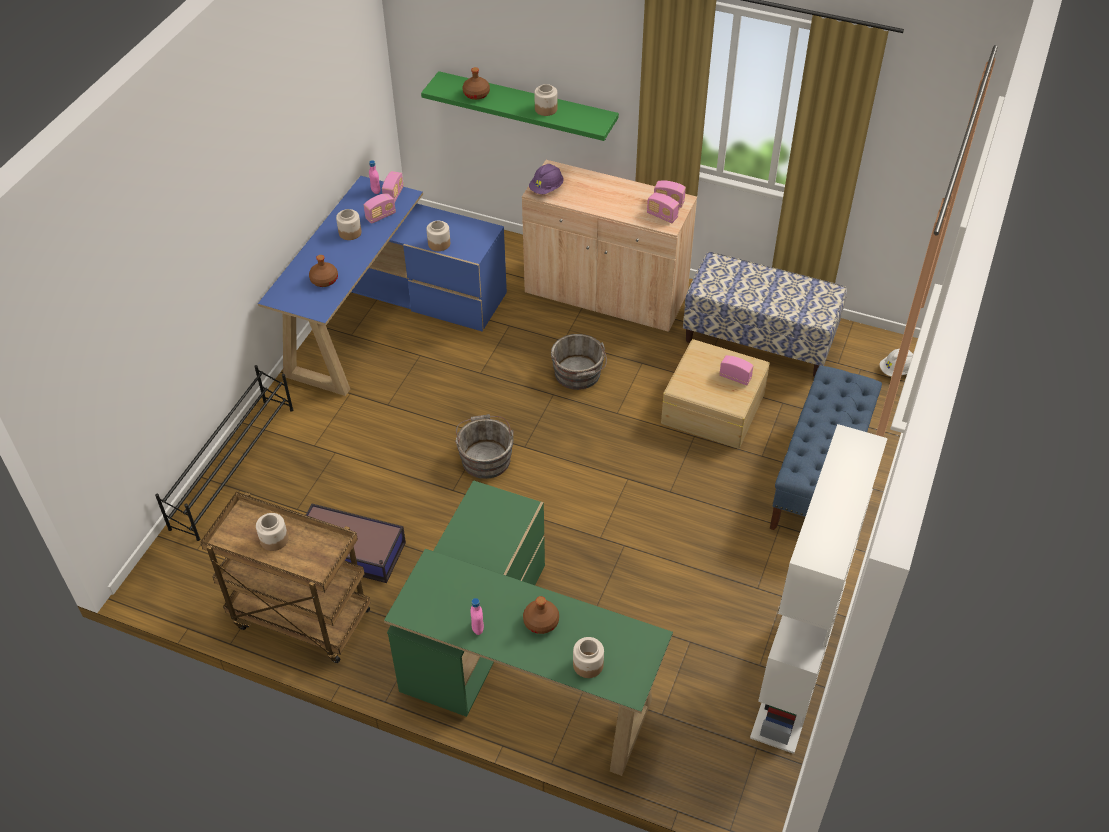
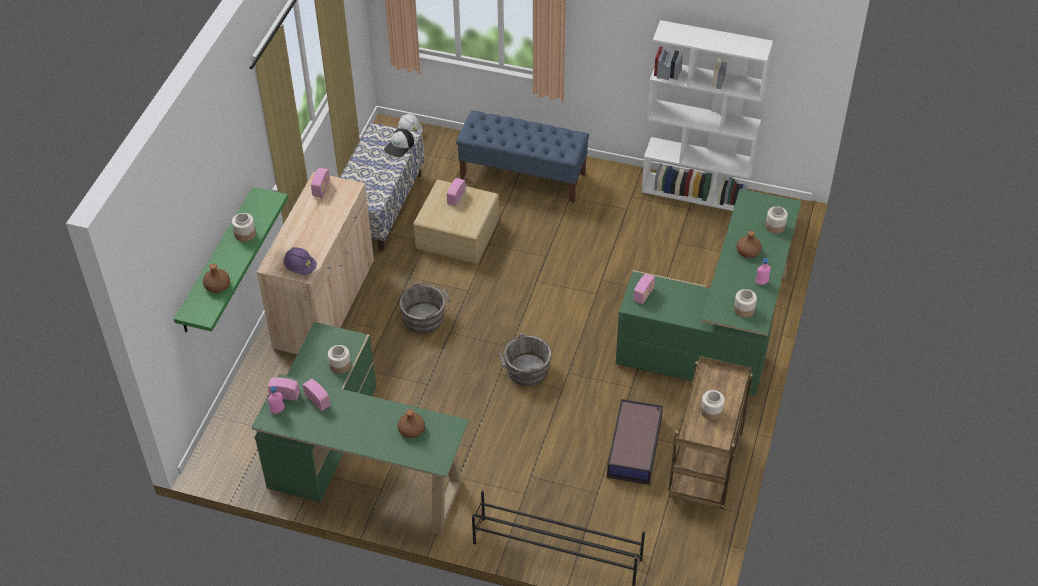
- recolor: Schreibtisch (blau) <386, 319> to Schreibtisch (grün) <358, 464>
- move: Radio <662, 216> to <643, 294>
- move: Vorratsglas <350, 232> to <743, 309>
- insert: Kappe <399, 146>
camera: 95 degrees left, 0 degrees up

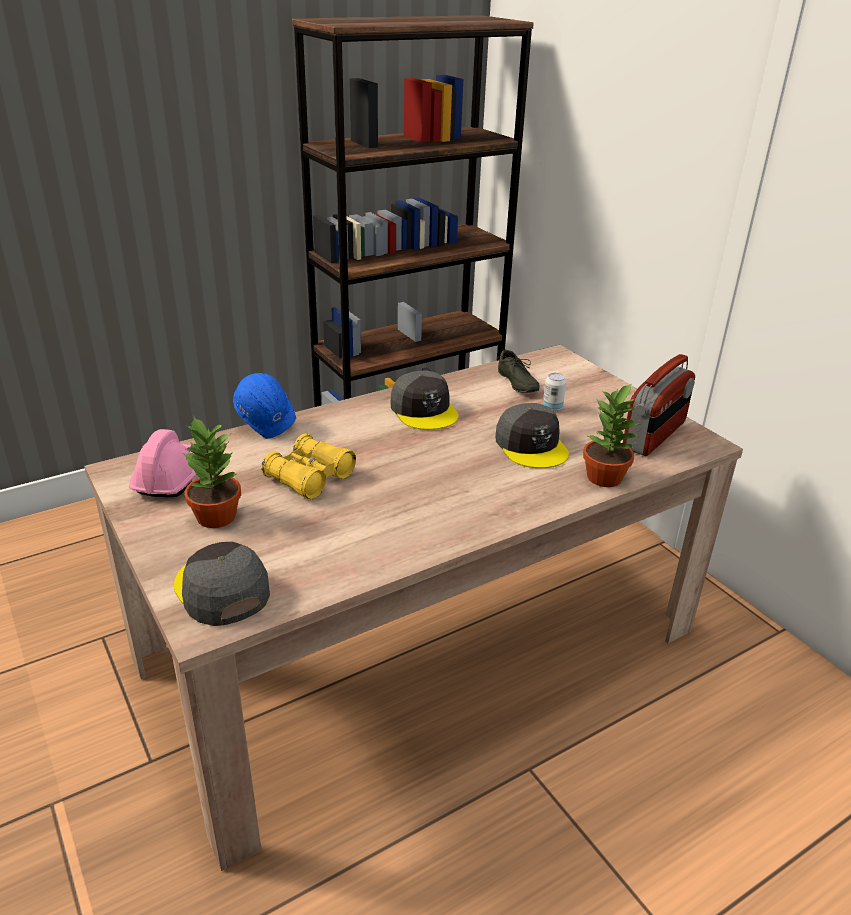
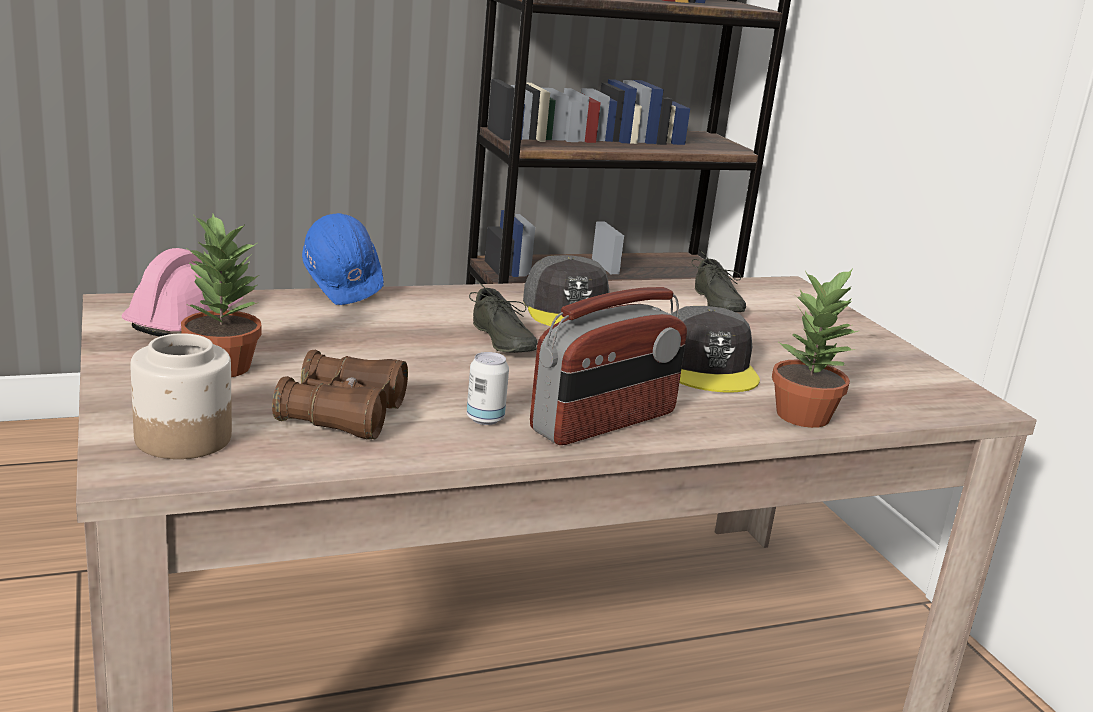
- move: Radio <655, 436> to <604, 422>
- move: Dose <552, 408> to <485, 419>
- delete: Fernglas (gelb) <310, 477>
- replace: Kappe (grau) <221, 589> to Vorratsglas <182, 439>
- insert: Schuh (grau) <499, 340>
- insert: Fernglas (braun) <343, 414>
camera: 10 degrees right, 10 degrees down

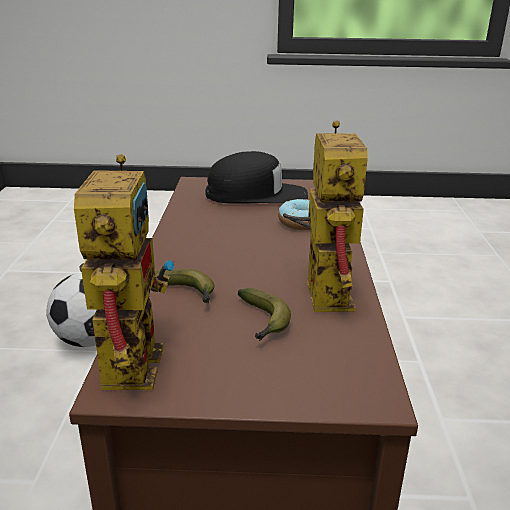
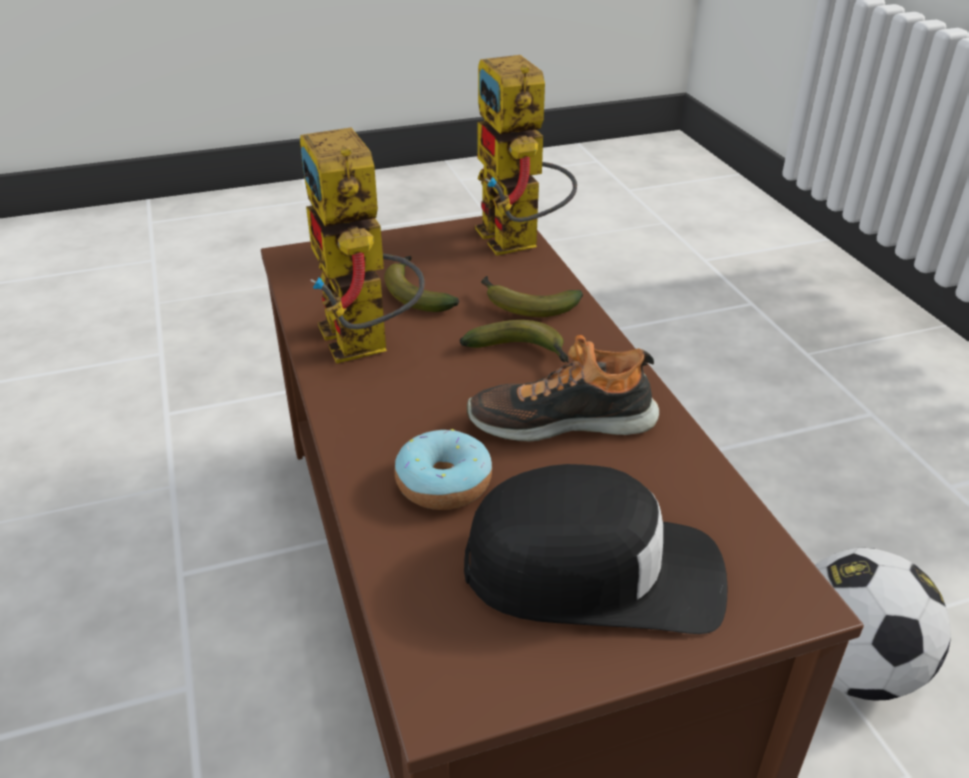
- rotate: Kappe (schwarz) <256, 195> = <594, 571> 150 degrees counterclockwise
- insert: Banane <521, 353>
- insert: Schuh <562, 420>
camera: 160 degrees right, 10 degrees up

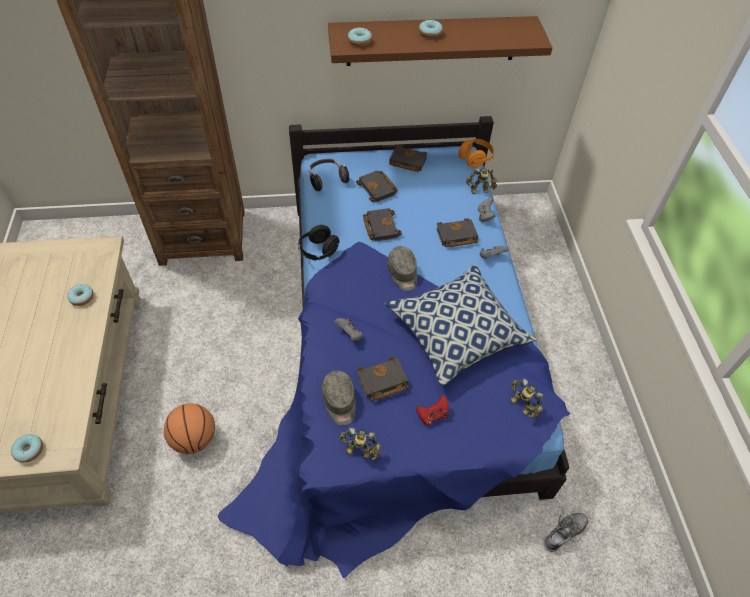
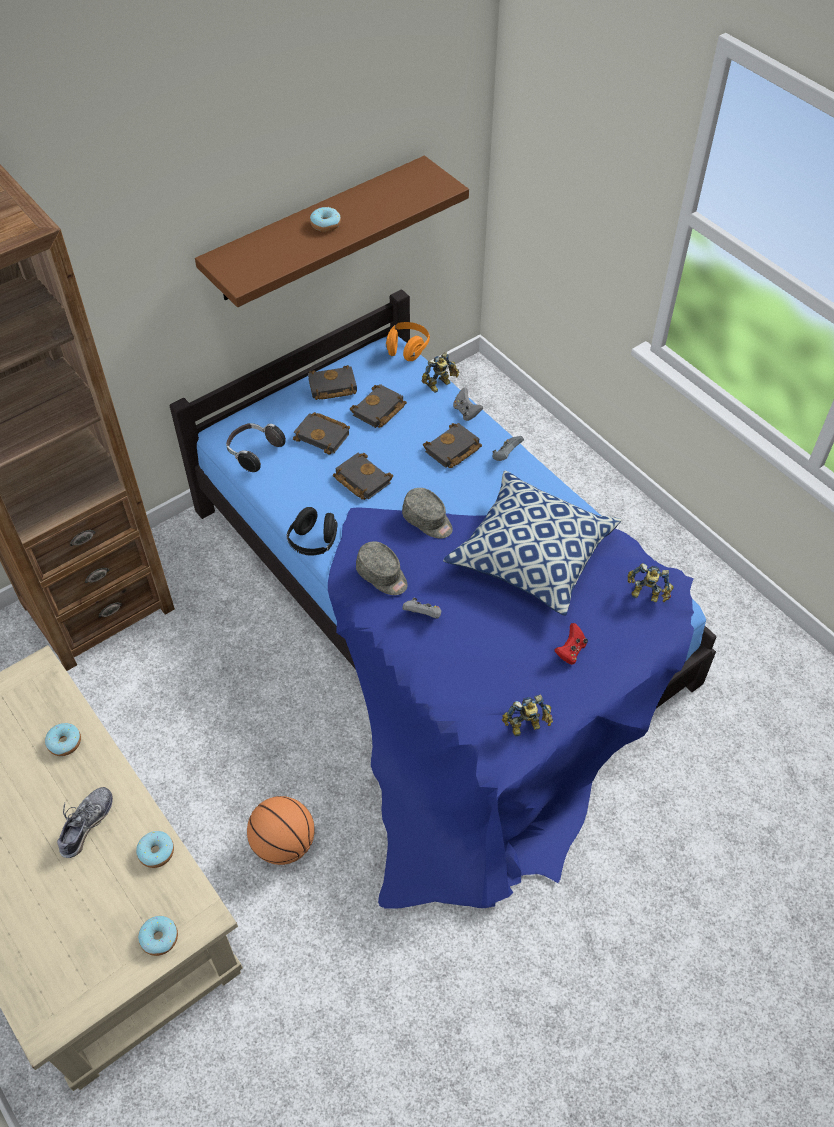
- move: Donut <359, 41> to <156, 852>
- move: Buch (schwarz) <382, 382> to <379, 411>
- move: Kappe (grau) <339, 402> to <382, 576>
- move: Schuh <564, 533> to <86, 825>
camera: 30 degrees left, 0 degrees up

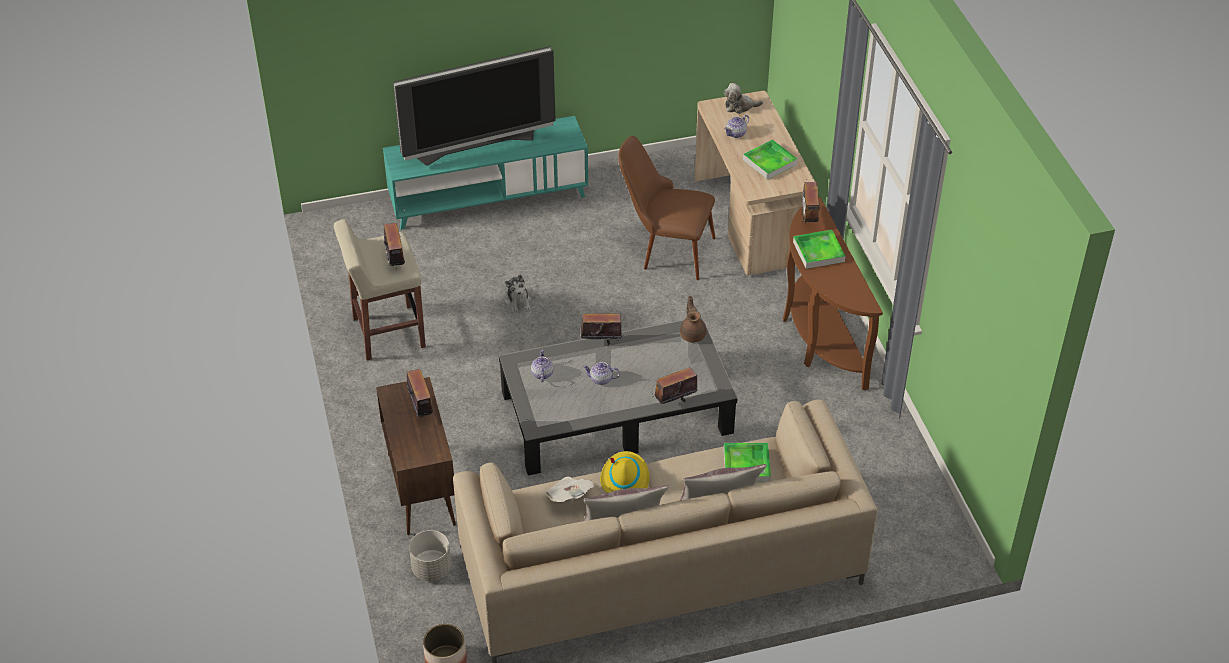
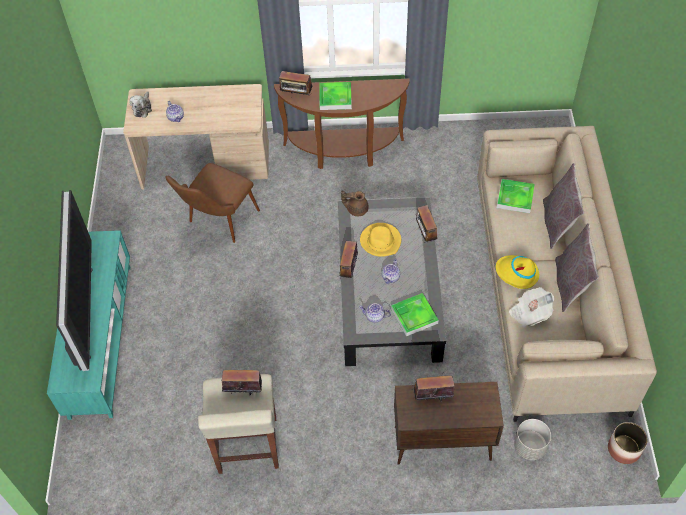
- move: Tablett <769, 162> to <414, 316>
- delete: Plüschtier <518, 302>
- insert: Hut (gelb) <381, 241>
camera: 75 degrees left, 10 degrees up

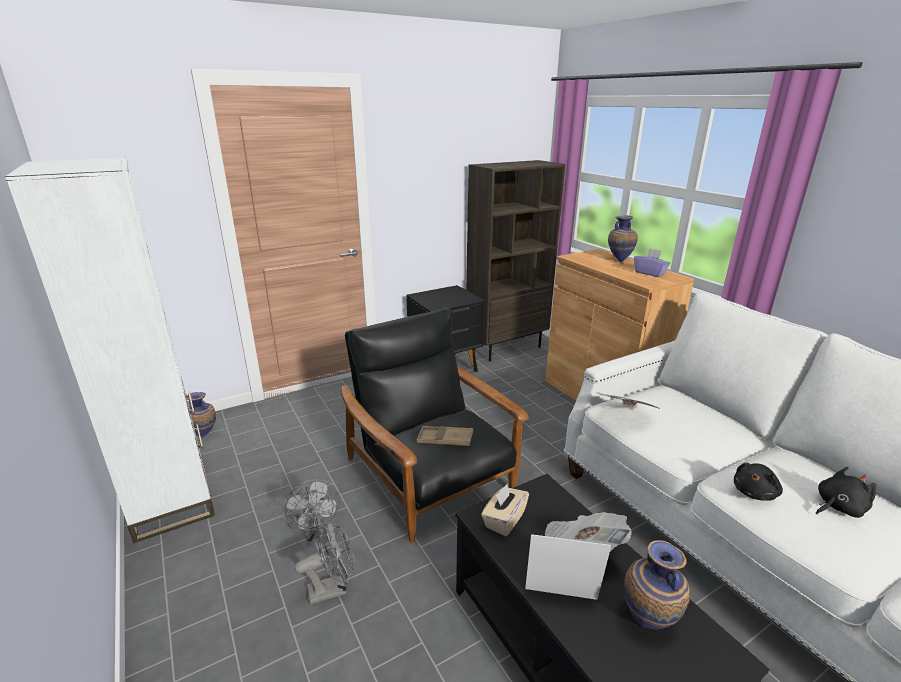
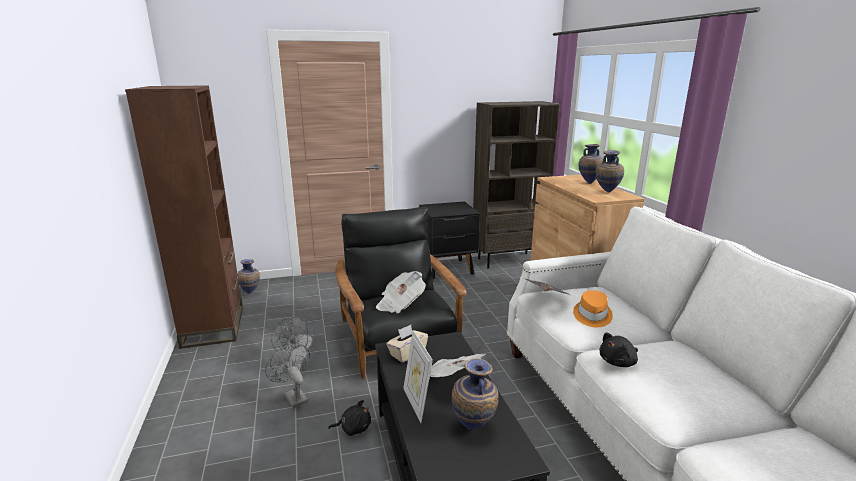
- recolor: Bücherregal (weiß) <172, 496> to Bücherregal (braun) <214, 326>
- replace: Taschentuchbox (lila) <649, 273> to Vase <606, 192>
- replace: Tablett (braun) <445, 439> to Zeitung <400, 304>
- move: Plüschtier (schwarz) <838, 507> to <353, 428>
- rotate: Ventilator (grau) <333, 588> = <293, 396> 120 degrees counterclockwise
- rotate: Bilderrahmen <561, 600> = <417, 403> 135 degrees counterclockwise
- insert: Hut (orange) <592, 316>
camera: 15 degrees right, 5 degrees down

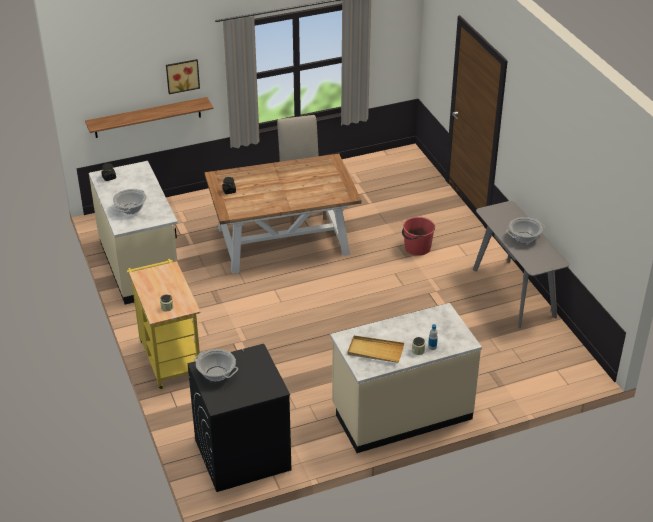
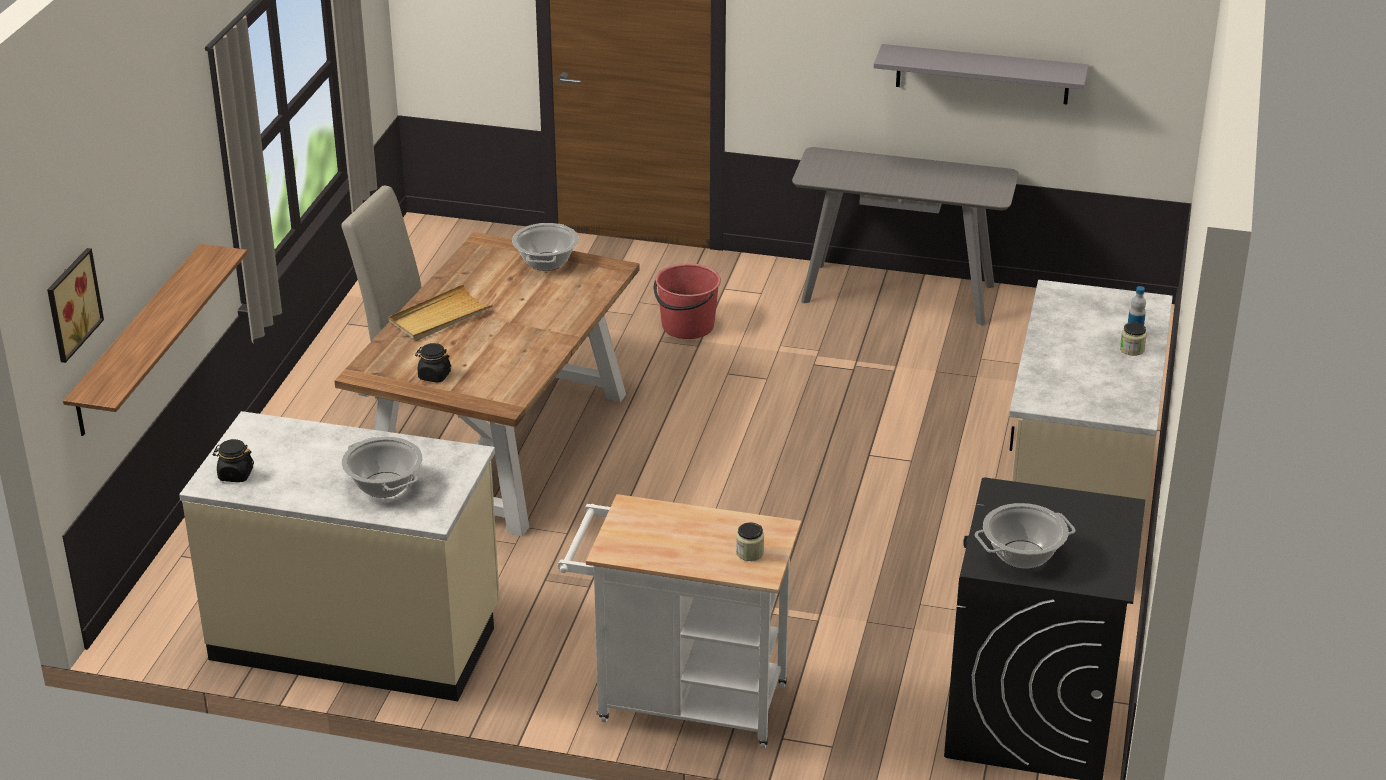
- move: Bild <182, 75> to <70, 304>
- move: Kochtopf <524, 238> to <546, 262>
- recolor: Rollwagen (gelb) <169, 357> to Rollwagen (weiß) <680, 702>
- move: Tablett (beige) <375, 351> to <440, 317>
- insert: Wandregal (grau) <982, 74>
camera: 55 degrees left, 5 degrees down

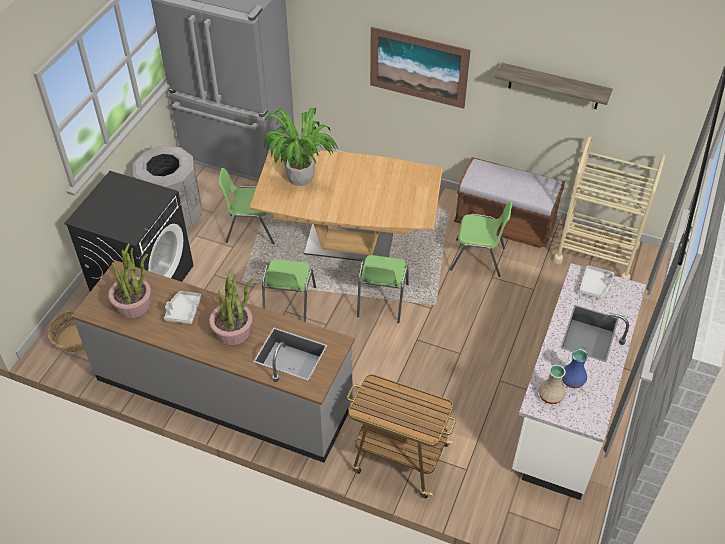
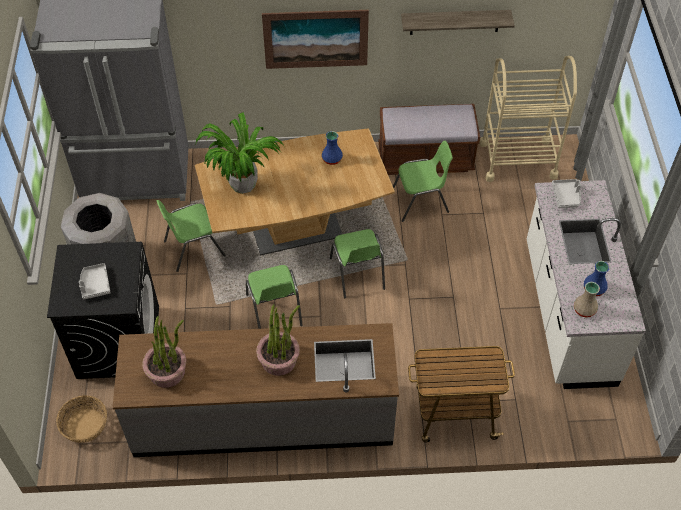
- move: Tablett (grau) <183, 311> to <95, 284>
- insert: Vase (blau) <332, 159>
camera: 25 degrees left, 5 degrees up

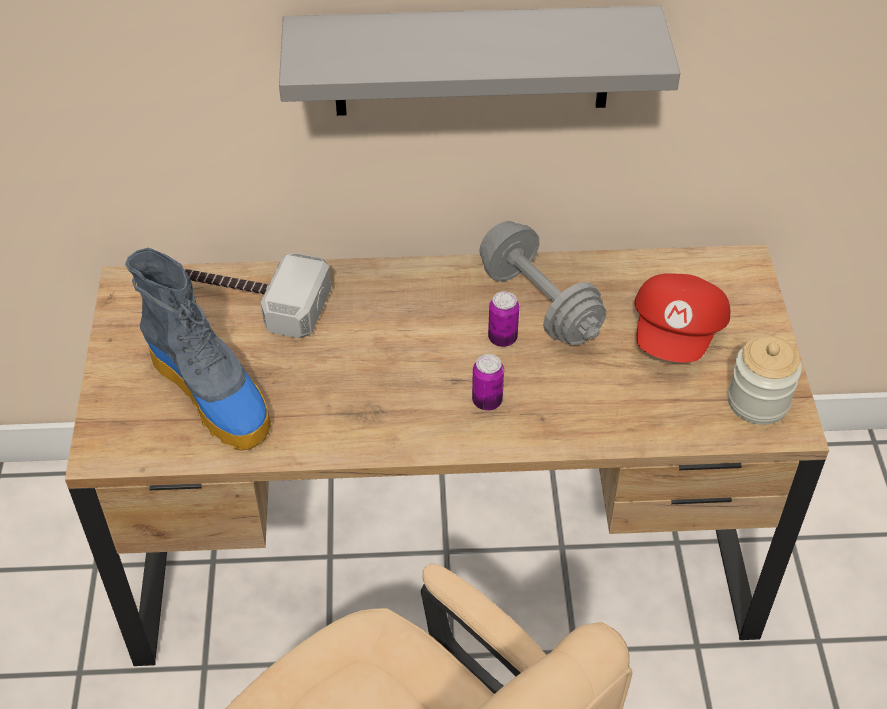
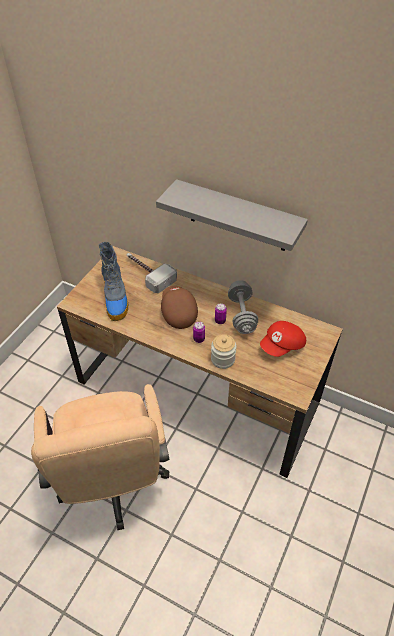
- move: Vorratsglas <758, 401> to <223, 359>
- insert: Kappe (braun) <177, 312>
camera: 30 degrees right, 0 degrees up

